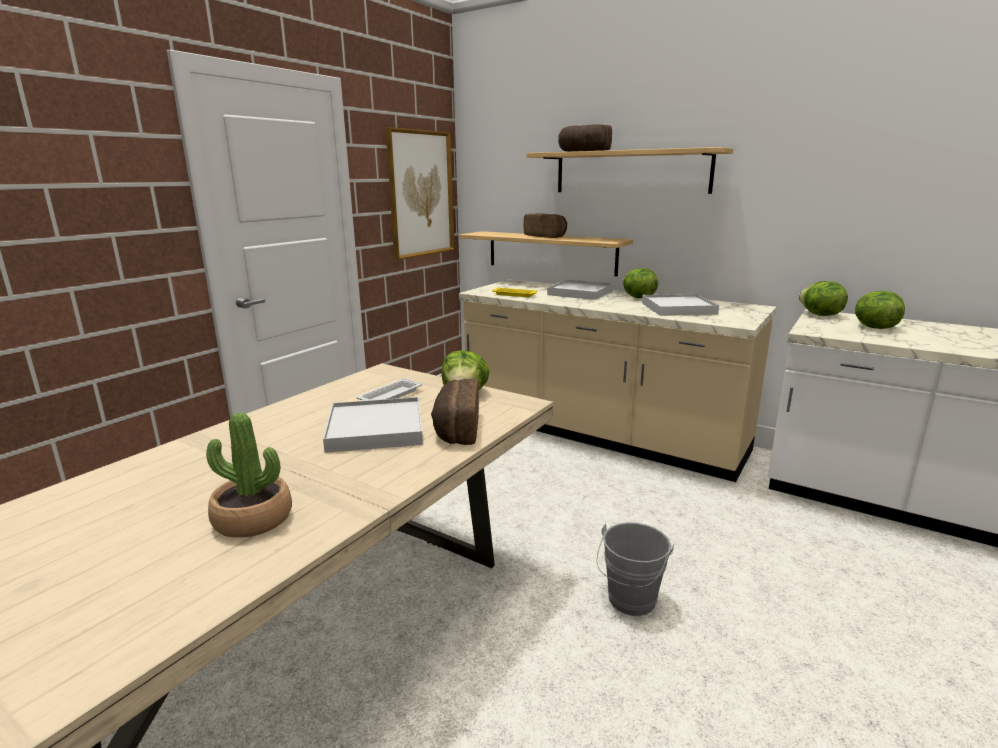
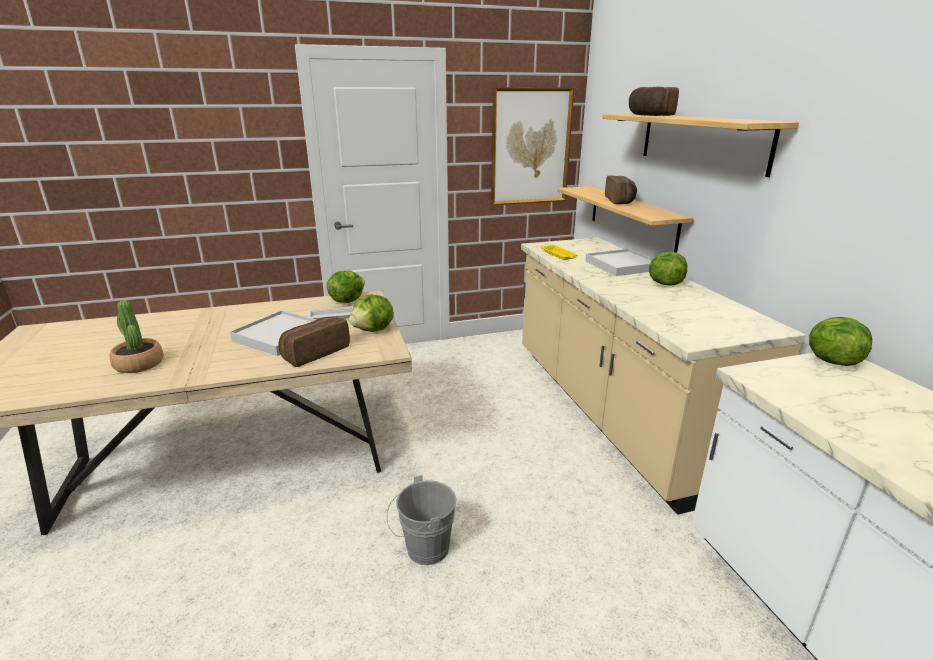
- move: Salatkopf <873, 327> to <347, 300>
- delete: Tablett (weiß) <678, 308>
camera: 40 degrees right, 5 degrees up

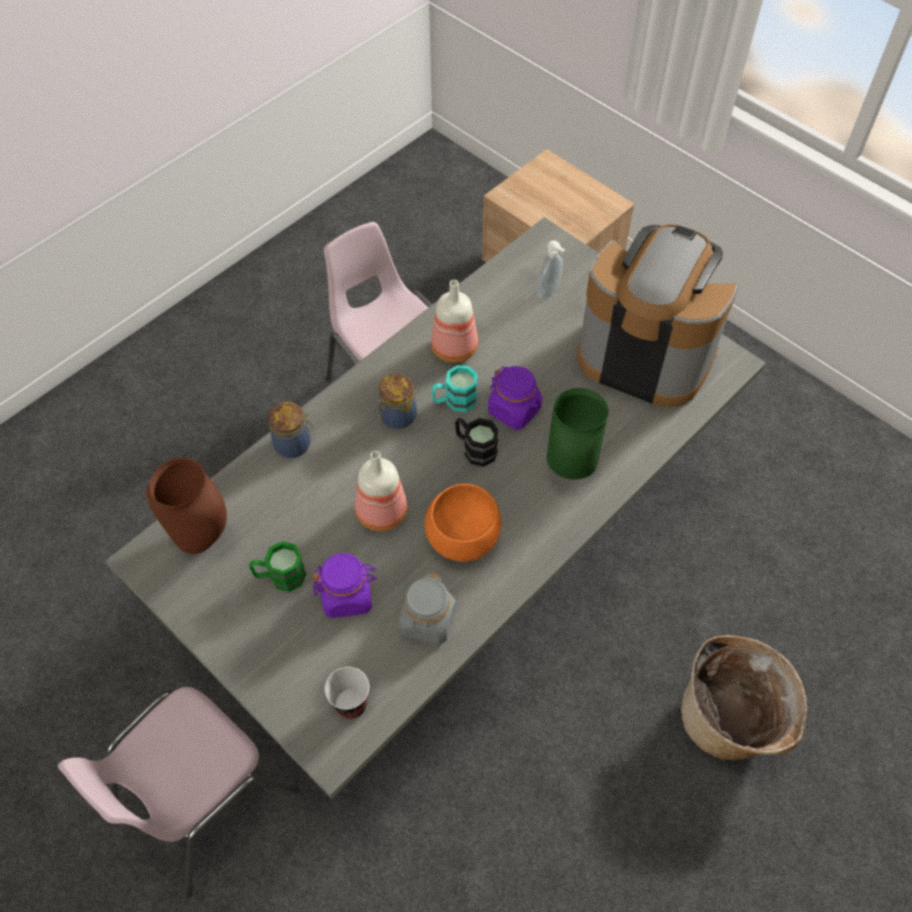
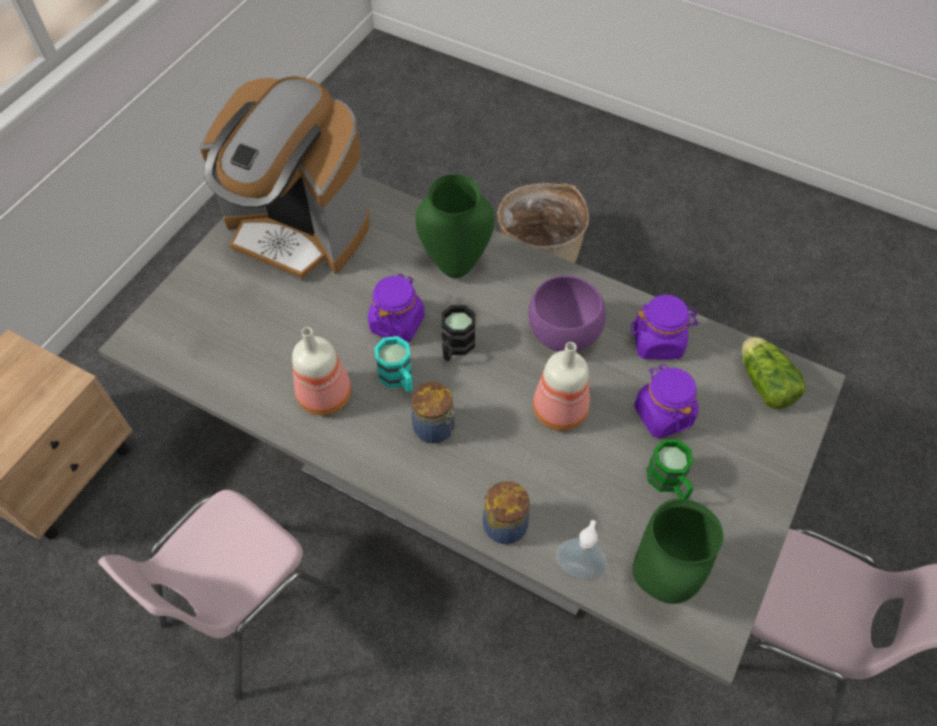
- rotate: Kaffeemaschine <645, 354> = <298, 230> 75 degrees counterclockwise
- move: Seifenspender <550, 292> to <578, 568>
- recolor: Vase (braun) <203, 537> to Vase (grün) <658, 579>
- recolor: Schüssel (orange) <461, 539> to Schüssel (lila) <563, 336>
- recolor: Vorratsglas (grau) <428, 621> to Vorratsglas (lila) <658, 342>
- replace: Tasse <351, 704> to Salatkopf <763, 381>
camera: 105 degrees left, 0 degrees up

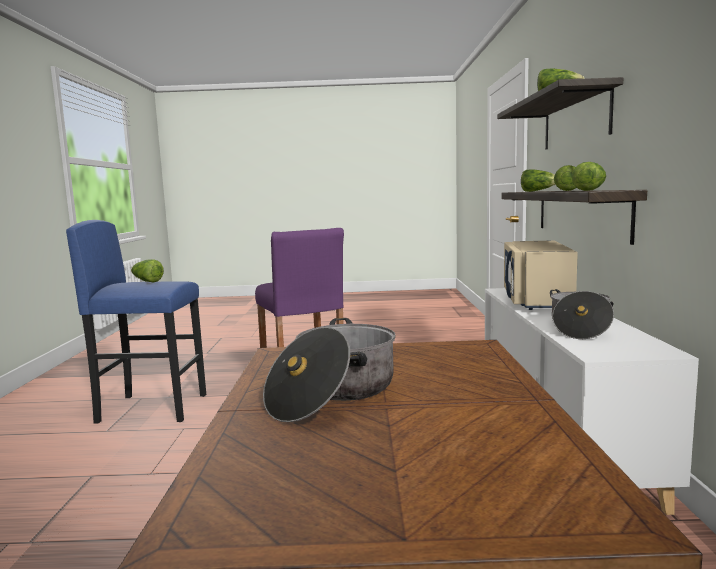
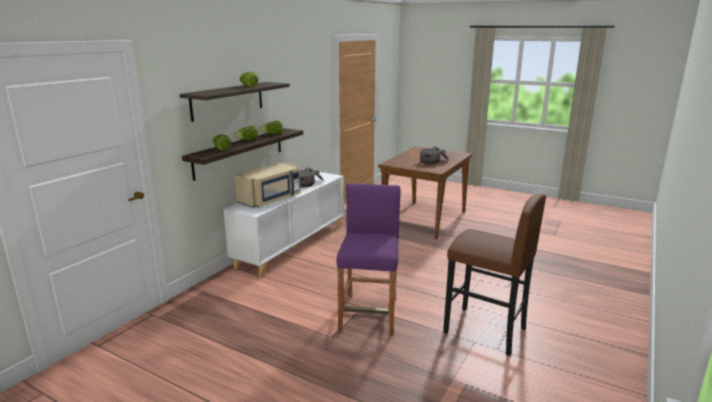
- recolor: Hocker (blau) <153, 408> to Hocker (braun) <484, 331>
- delete: Salatkopf <146, 281>
camera: 150 degrees left, 10 degrees up

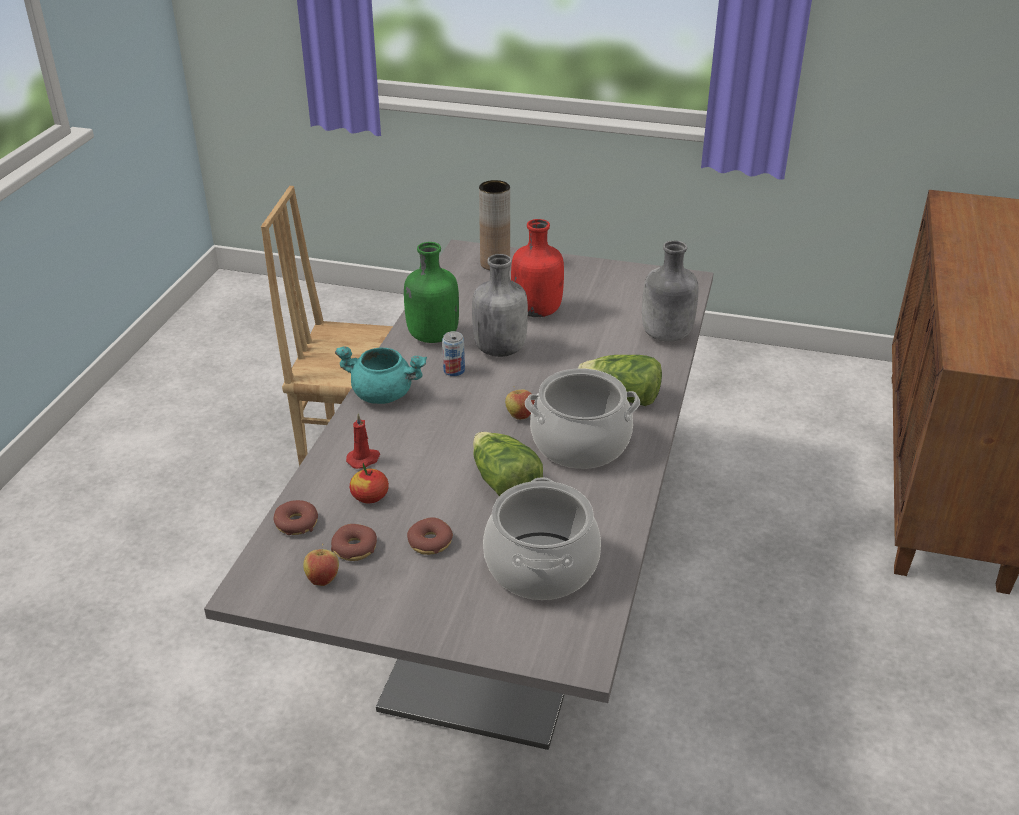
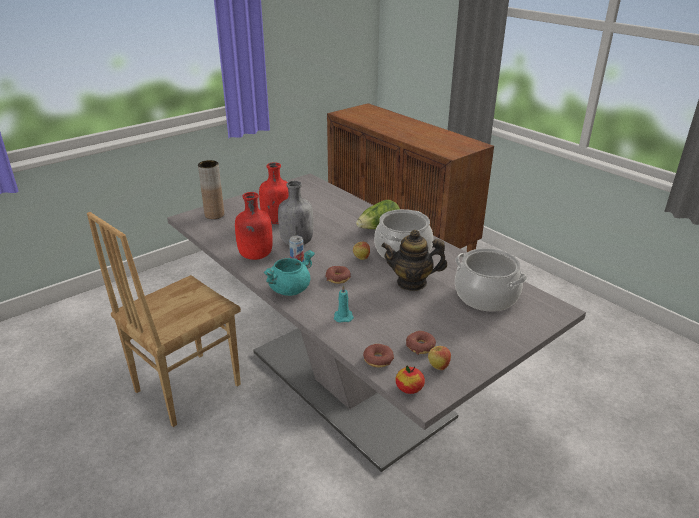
- delete: Flasche (grau) <666, 336>
- recolor: Flasche (grün) <432, 337> to Flasche (rot) <255, 256>
- recolor: Kerze (rot) <364, 459> to Kerze (türkis) <343, 316>
- replace: Salatkopf <504, 483> to Teekanne <412, 282>
- move: Apfel <370, 496> to <409, 388>
- move: Donut <430, 542> to <338, 278>
camera: 55 degrees left, 5 degrees down

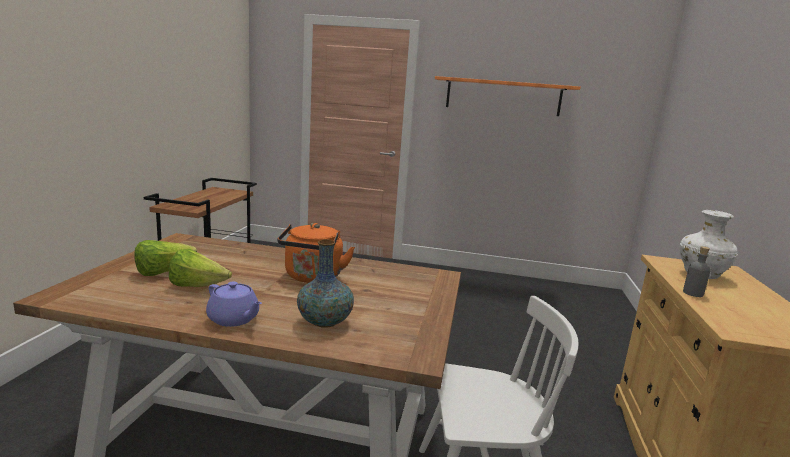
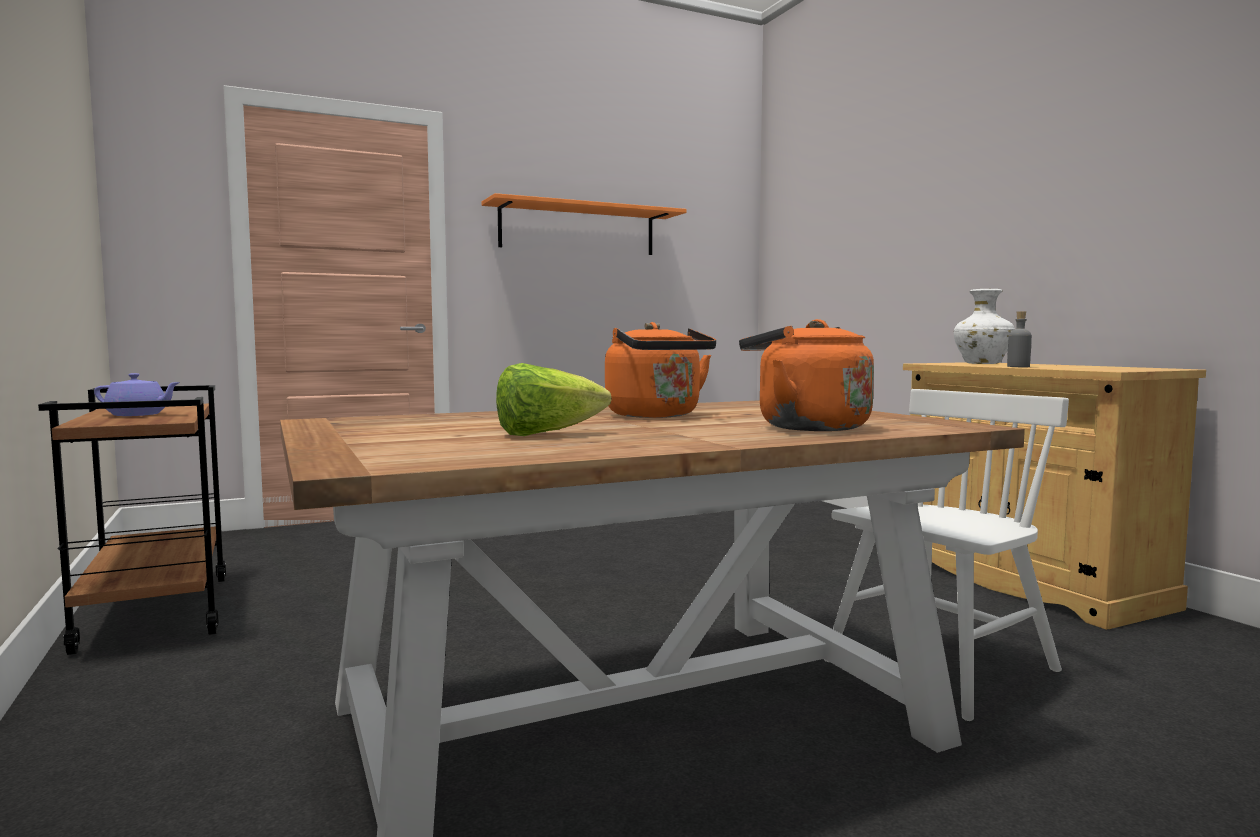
- delete: Salatkopf <163, 272>
- replace: Vase <325, 322> to Wasserkessel (orange) <805, 427>
- move: Teekanne (lila) <234, 319> to <138, 415>
camera: 35 degrees left, 10 degrees down

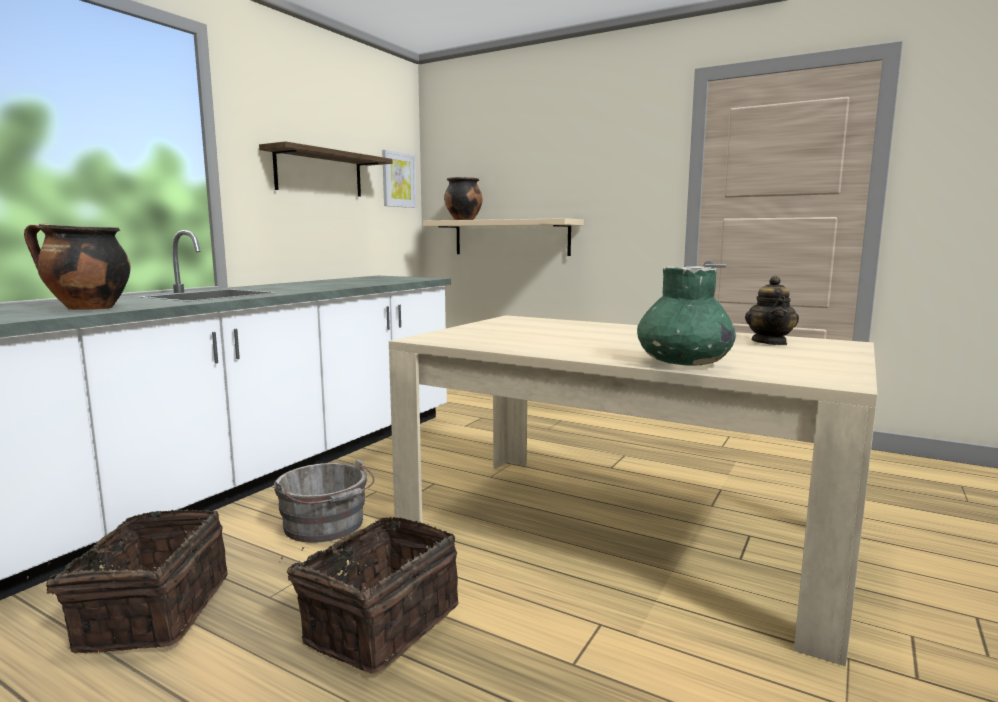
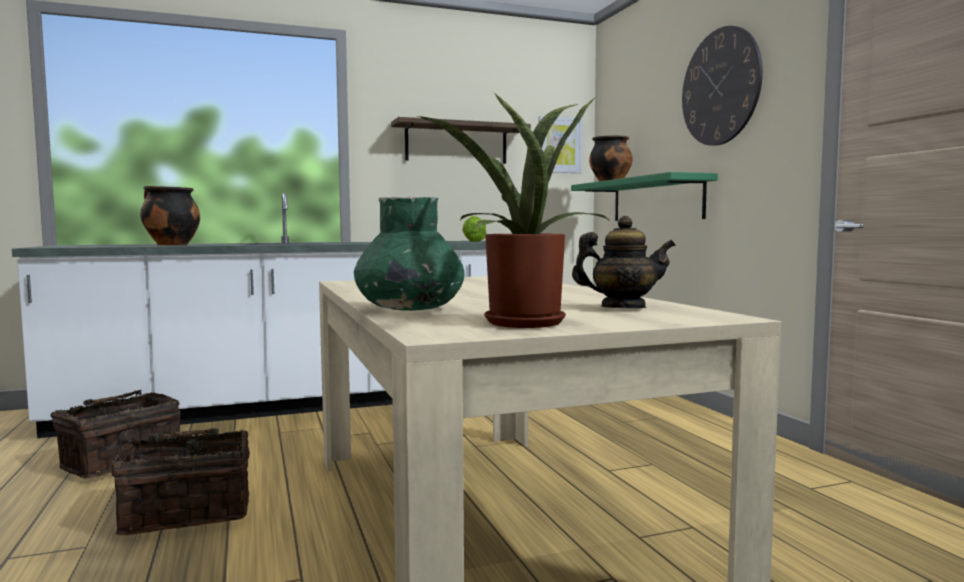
- recolor: Wandregal (beige) <511, 237> to Wandregal (grün) <656, 200>
- rotate: Teekanne <770, 342> = <622, 308> 135 degrees counterclockwise
- delete: Eimer (grau) <326, 526>
- insert: Wanduhr <720, 87>
- insert: Topfpflanze <520, 321>
- insert: Salatkopf <472, 241>
camera: 40 degrees right, 5 degrees down

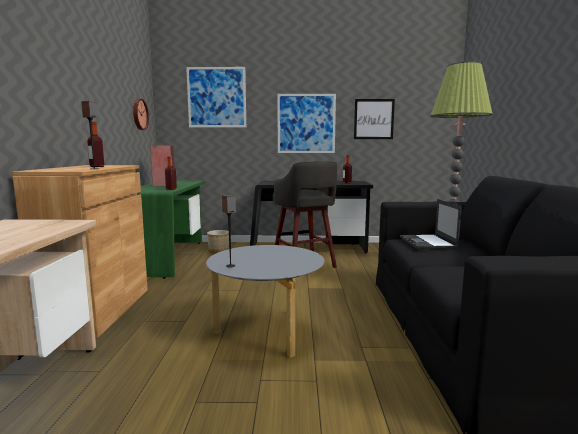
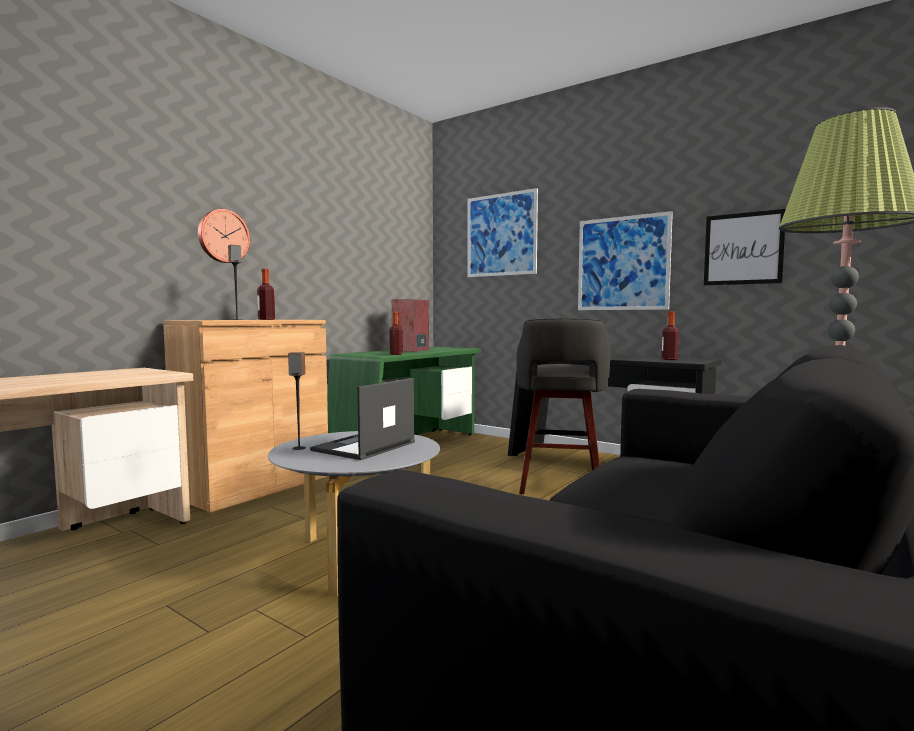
- move: Wanduhr <139, 114> to <223, 236>
- move: Laptop <428, 242> to <363, 447>
- delete: Pflanzkübel <219, 250>
camera: 35 degrees right, 5 degrees down

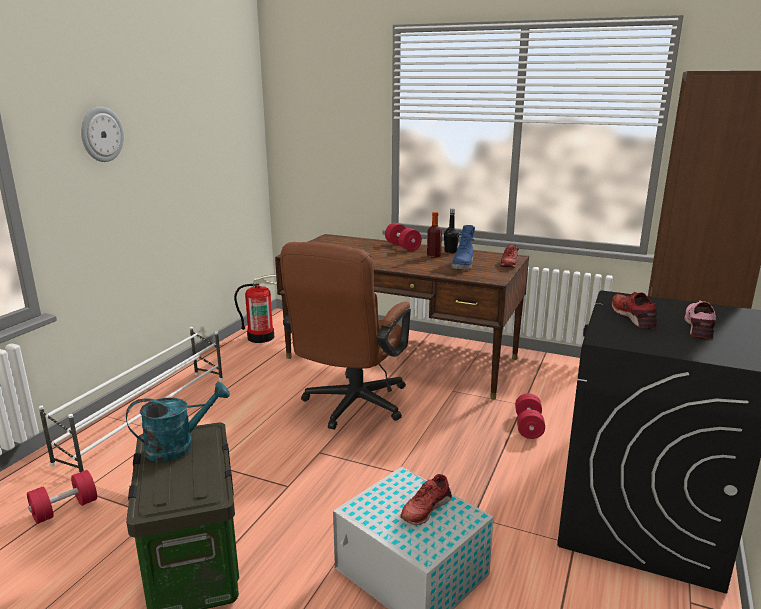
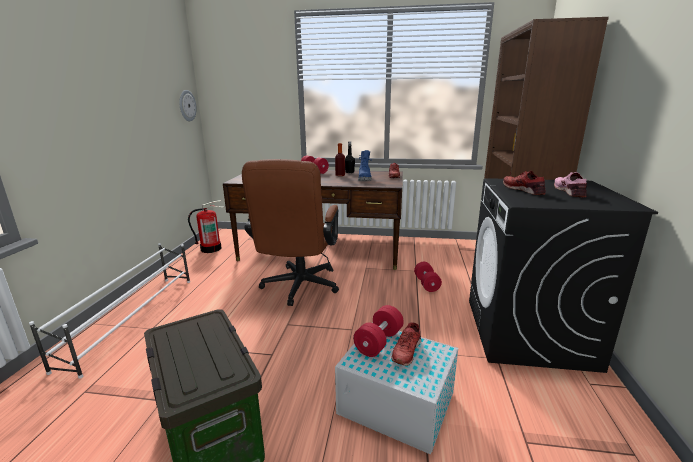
- move: Wanduhr <101, 134> to <187, 105>
- delete: Gießkanne (türkis) <178, 446>
- move: Hantel (rot) <65, 509> to <378, 342>
camera: 15 degrees left, 0 degrees up

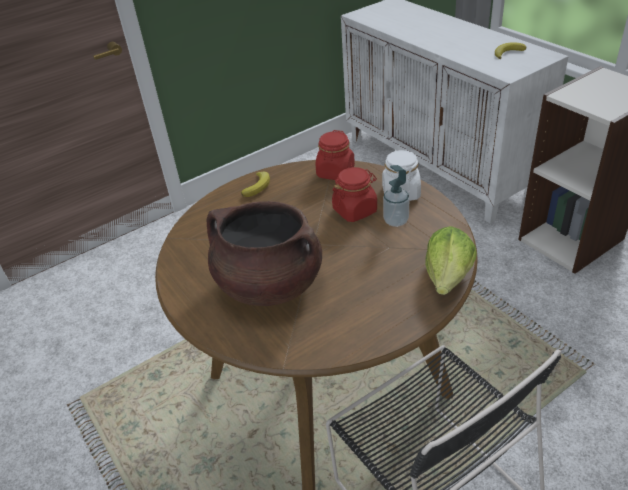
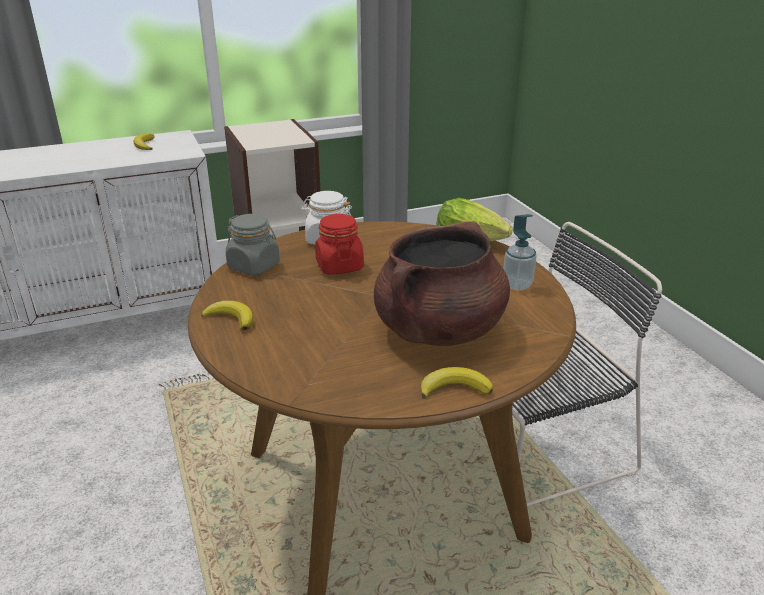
- recolor: Vorratsglas (rot) <335, 172> to Vorratsglas (grau) <254, 266>
- move: Seifenspender <396, 221> to <517, 285>
- insert: Banane <454, 388>
camera: 80 degrees left, 10 degrees down

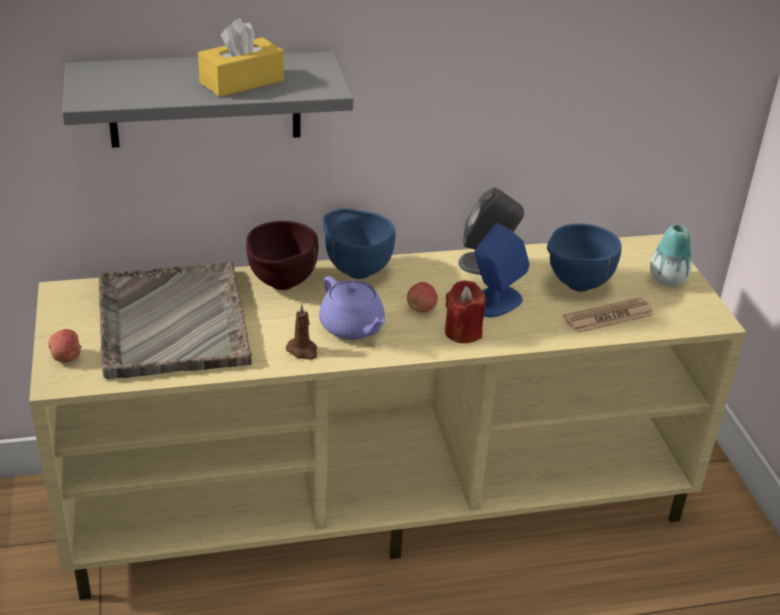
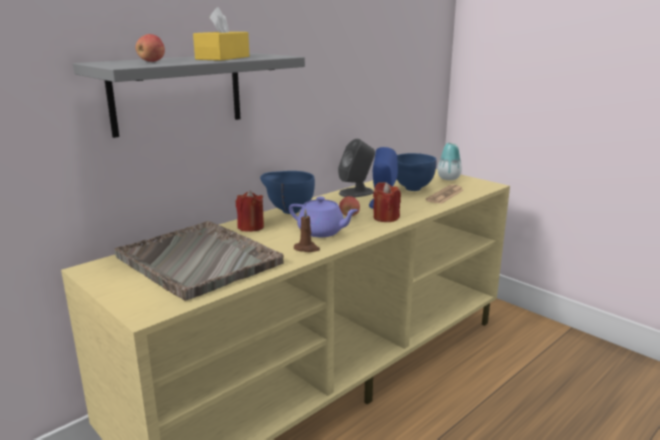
- replace: Schüssel (braun) <281, 285> to Kerze (rot) <250, 227>
- move: Apfel <67, 358> to <152, 61>
camera: 30 degrees left, 15 degrees down

